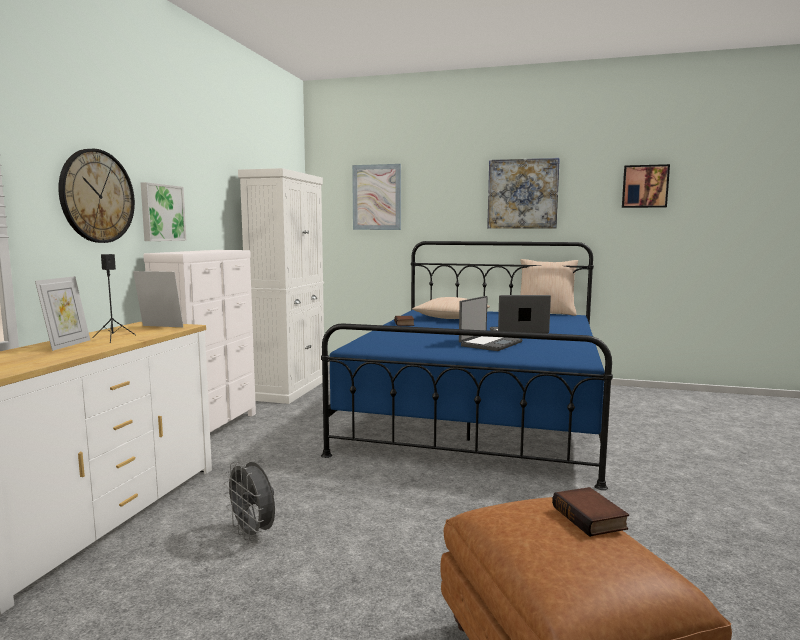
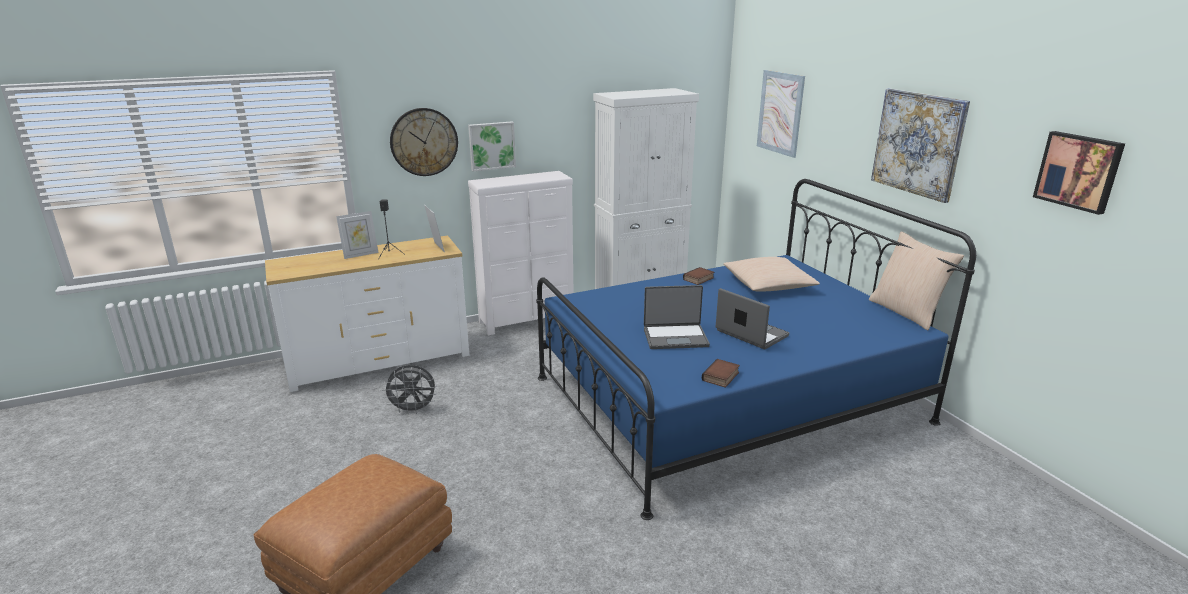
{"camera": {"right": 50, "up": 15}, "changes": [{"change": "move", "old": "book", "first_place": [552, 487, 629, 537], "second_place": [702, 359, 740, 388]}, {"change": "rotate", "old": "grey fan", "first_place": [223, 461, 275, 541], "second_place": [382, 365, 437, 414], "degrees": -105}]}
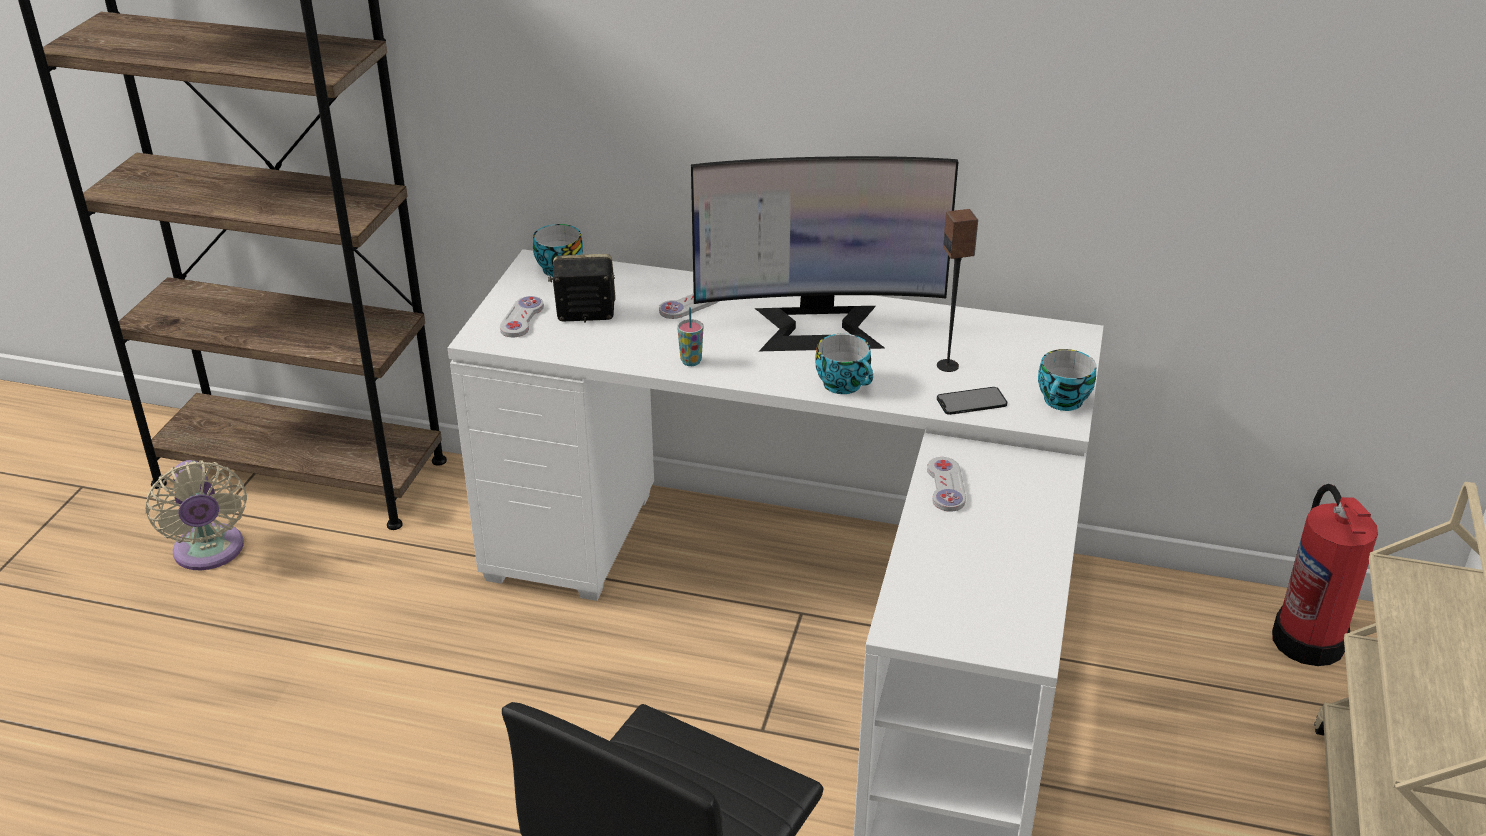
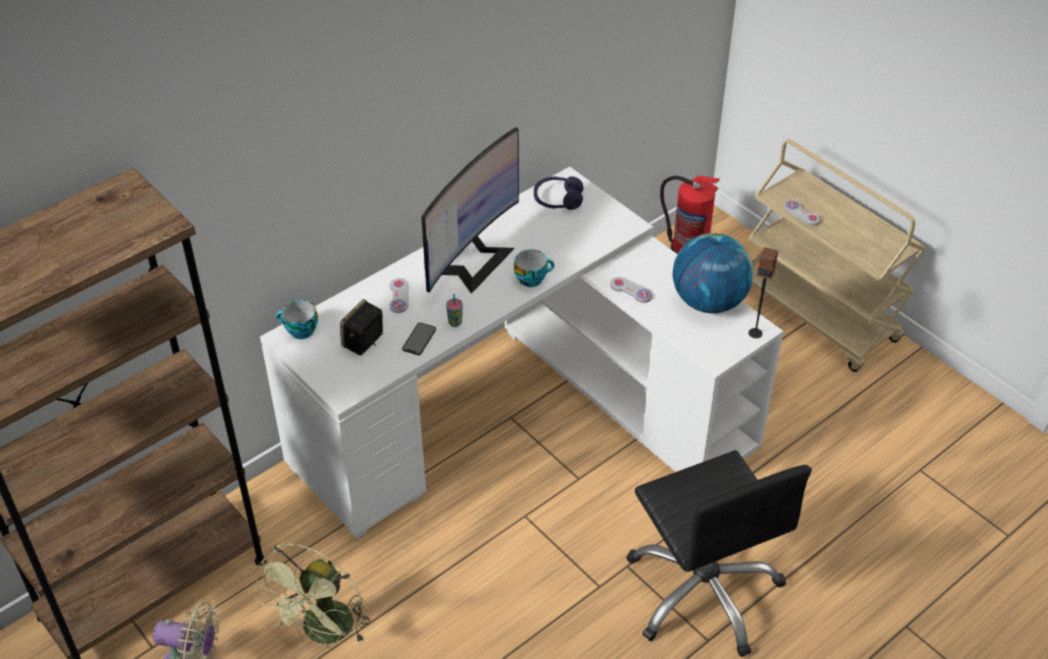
{"camera": {"right": -55, "up": 10}, "changes": [{"change": "delete", "old": "cup", "first_place": [1038, 349, 1096, 411]}, {"change": "insert", "new": "green fan", "second_place": [253, 544, 371, 648]}, {"change": "insert", "new": "purple headphones", "second_place": [534, 176, 584, 210]}, {"change": "insert", "new": "globe", "second_place": [673, 233, 754, 313]}, {"change": "move", "old": "white game controller", "first_place": [500, 296, 544, 337], "second_place": [784, 200, 821, 226]}, {"change": "move", "old": "speaker", "first_place": [937, 209, 978, 372], "second_place": [748, 247, 778, 338]}, {"change": "move", "old": "phone", "first_place": [937, 387, 1007, 415], "second_place": [402, 323, 436, 355]}]}
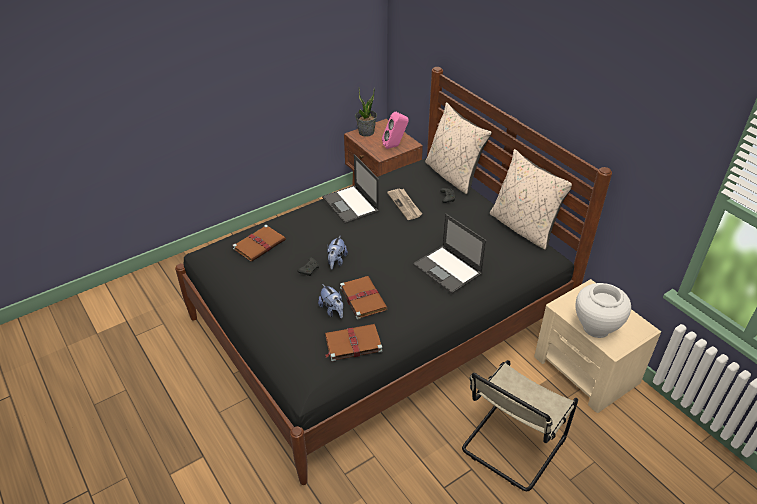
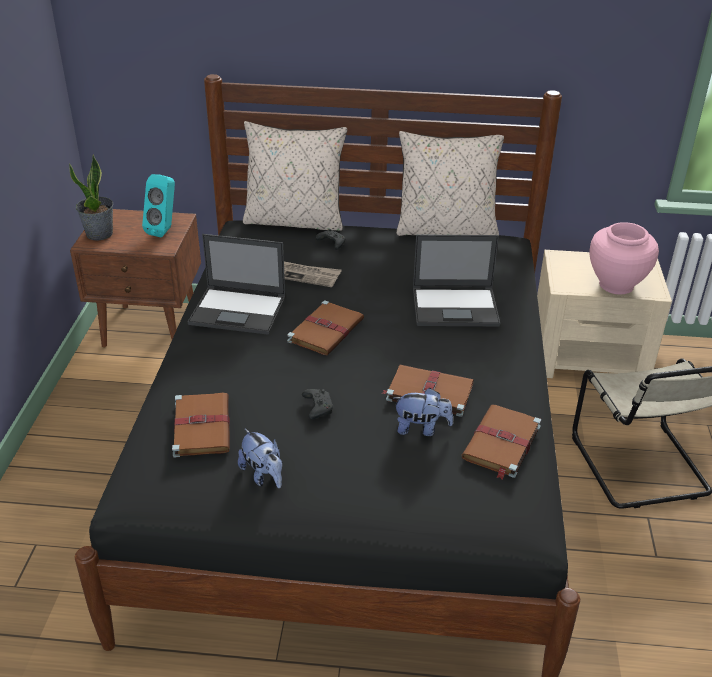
{"camera": {"right": -50, "up": -5}, "changes": [{"change": "insert", "new": "brown book", "second_place": [287, 301, 364, 355]}, {"change": "move", "old": "plush toy", "first_place": [327, 236, 348, 269], "second_place": [238, 428, 282, 488]}, {"change": "recolor", "old": "pink speaker", "new": "turquoise speaker", "first_place": [382, 112, 409, 149], "second_place": [142, 174, 175, 237]}, {"change": "recolor", "old": "white vase", "new": "pink vase", "first_place": [575, 283, 631, 338], "second_place": [589, 222, 659, 294]}]}
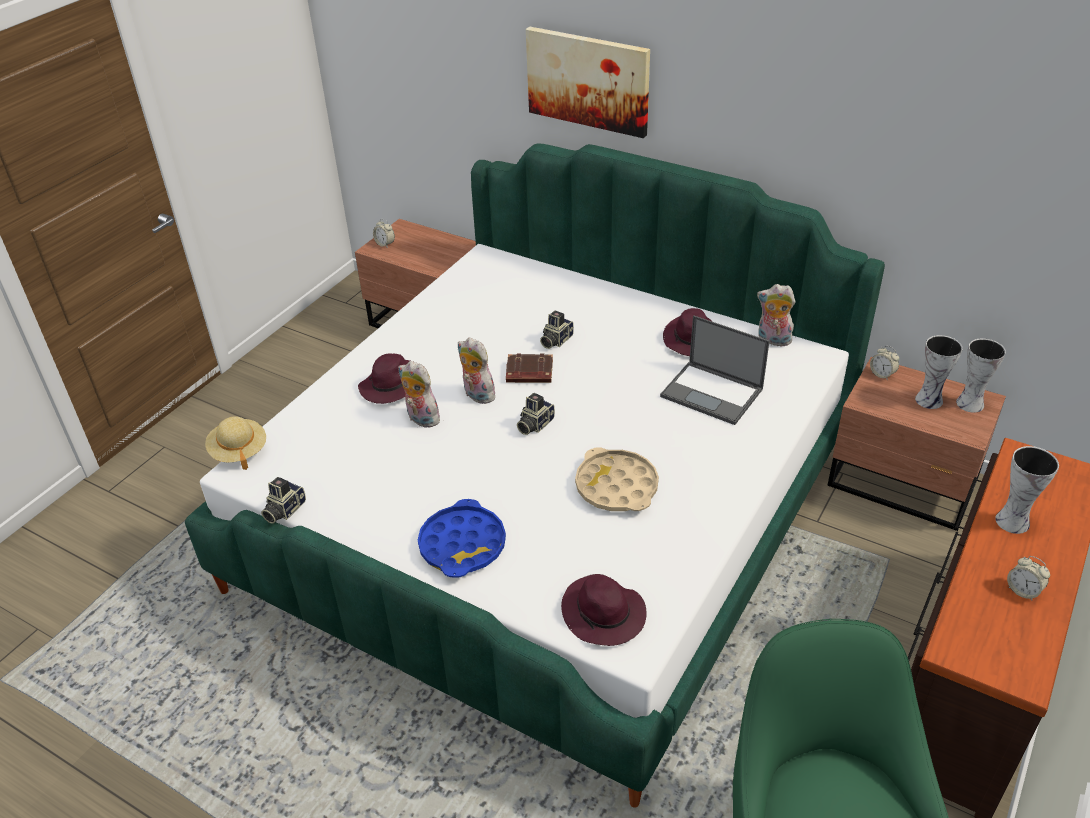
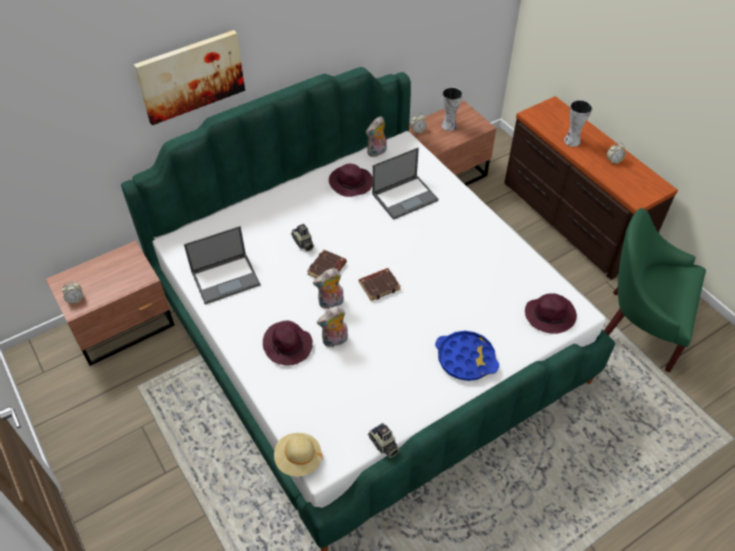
{"camera": {"right": -65, "up": 10}, "changes": [{"change": "delete", "old": "beige tray", "first_place": [575, 447, 659, 511]}, {"change": "delete", "old": "vase", "first_place": [956, 338, 1006, 413]}, {"change": "insert", "new": "laptop", "second_place": [184, 226, 260, 304]}, {"change": "replace", "old": "photo camera", "new": "brown book", "first_place": [517, 393, 555, 435], "second_place": [359, 268, 400, 301]}]}
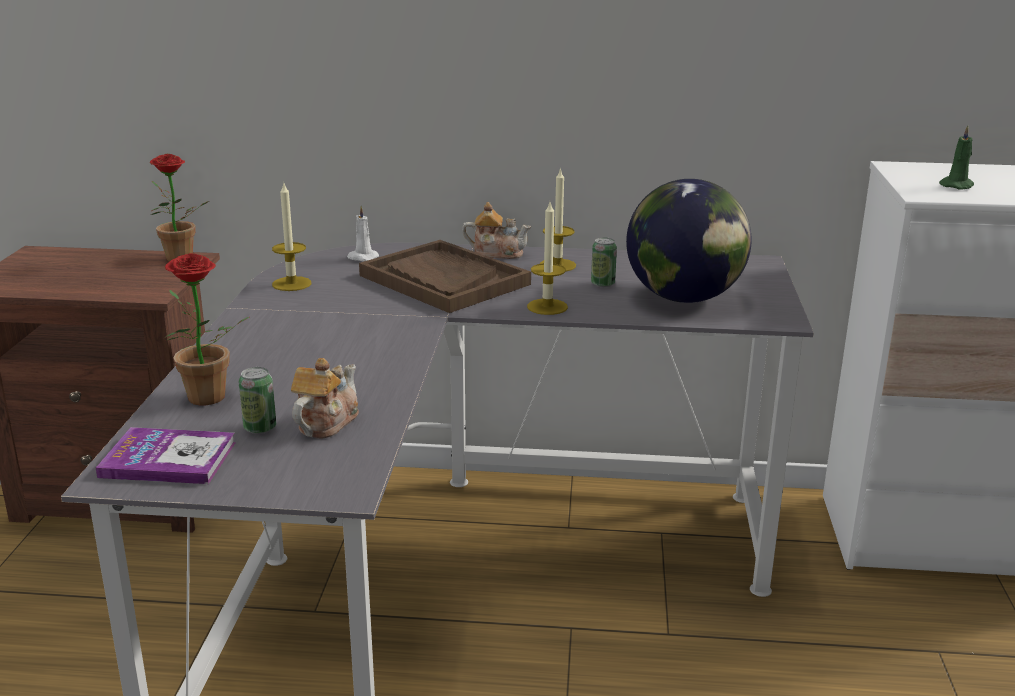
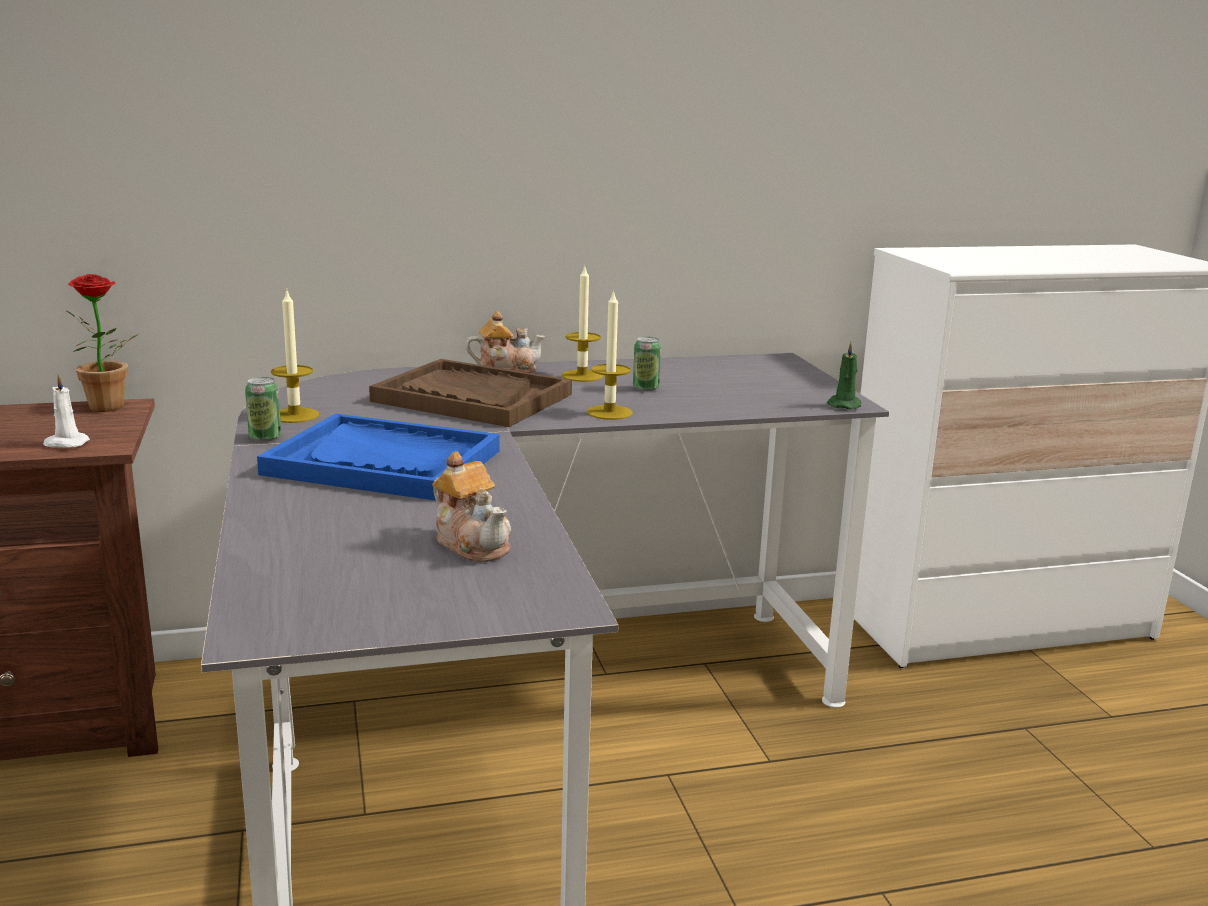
{"camera": {"right": -20, "up": -5}, "changes": [{"change": "delete", "old": "book", "first_place": [96, 427, 236, 484]}, {"change": "delete", "old": "potted plant", "first_place": [164, 253, 249, 406]}, {"change": "delete", "old": "globe", "first_place": [626, 179, 752, 303]}, {"change": "insert", "new": "blue tray", "second_place": [257, 414, 500, 501]}, {"change": "move", "old": "can", "first_place": [239, 367, 276, 434], "second_place": [245, 377, 281, 442]}, {"change": "move", "old": "white candle", "first_place": [347, 206, 379, 261], "second_place": [43, 374, 90, 448]}, {"change": "move", "old": "green candle", "first_place": [939, 125, 974, 190], "second_place": [827, 342, 861, 409]}, {"change": "rotate", "old": "teapot", "first_place": [291, 358, 359, 438], "second_place": [432, 451, 511, 562], "degrees": 135}]}
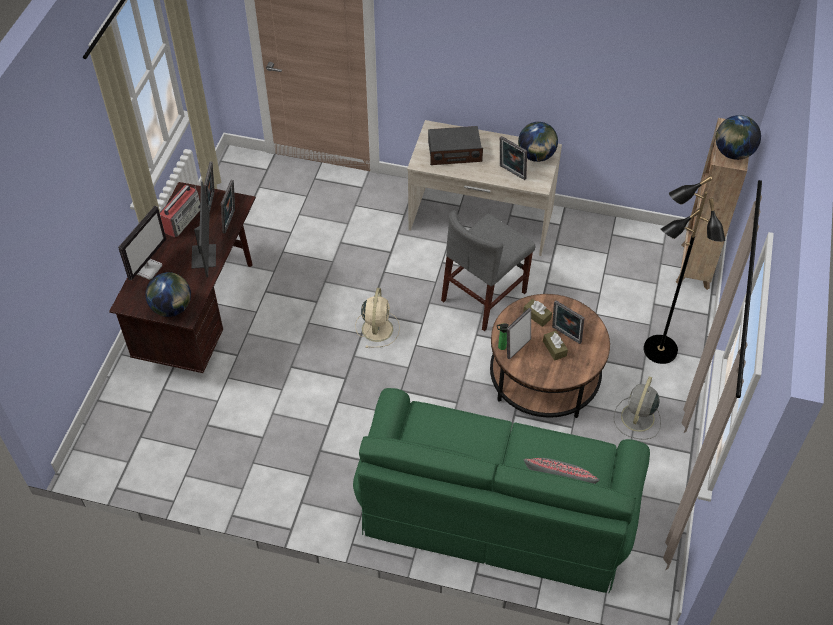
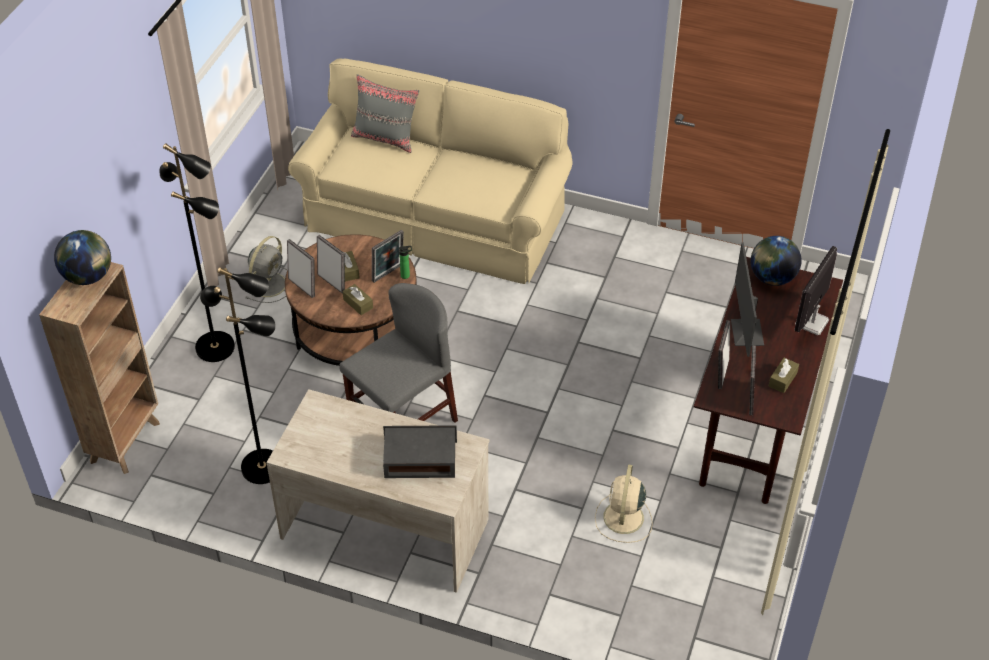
{"camera": {"right": -175, "up": -5}, "changes": [{"change": "delete", "old": "globe", "first_place": [518, 122, 558, 162]}, {"change": "insert", "new": "black floor lamp", "second_place": [200, 267, 276, 484]}, {"change": "move", "old": "beige fan", "first_place": [355, 288, 400, 348], "second_place": [595, 465, 653, 543]}, {"change": "move", "old": "picture frame", "first_place": [500, 136, 527, 180], "second_place": [287, 239, 315, 298]}, {"change": "replace", "old": "radio", "new": "brown tissue box", "first_place": [160, 185, 200, 237], "second_place": [769, 358, 799, 393]}, {"change": "recolor", "old": "green sofa", "new": "beige sofa", "first_place": [353, 388, 650, 593], "second_place": [288, 58, 572, 284]}]}
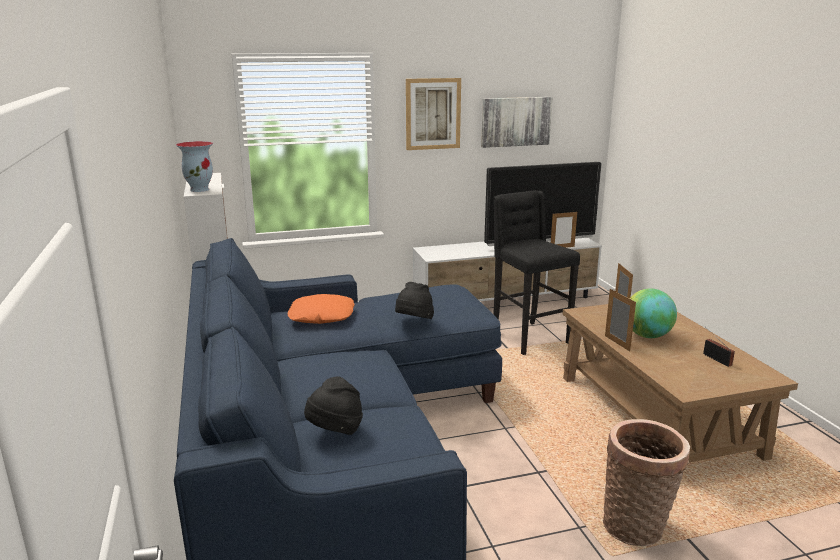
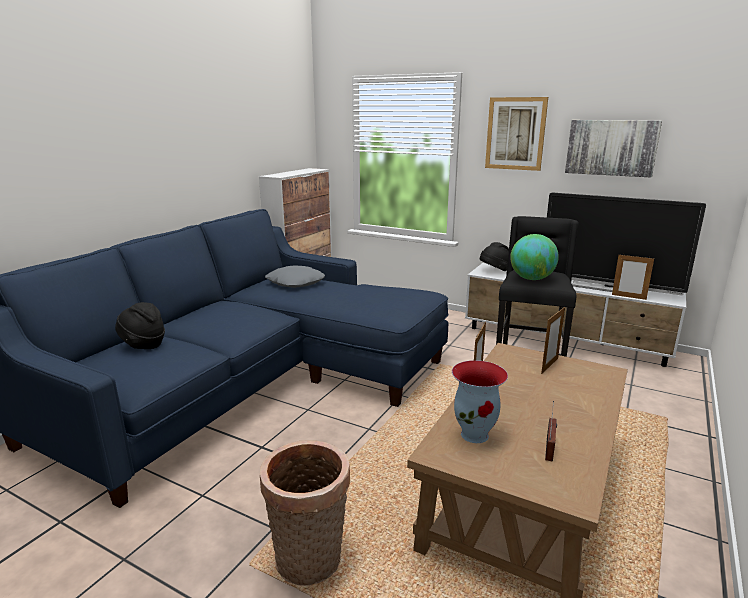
{"camera": {"right": 45, "up": 0}, "changes": [{"change": "move", "old": "vase", "first_place": [176, 141, 213, 192], "second_place": [452, 360, 508, 443]}, {"change": "move", "old": "black hat", "first_place": [395, 282, 434, 319], "second_place": [480, 242, 509, 271]}, {"change": "move", "old": "globe", "first_place": [629, 289, 677, 338], "second_place": [510, 234, 559, 280]}, {"change": "recolor", "old": "orange pillow", "new": "grey pillow", "first_place": [288, 294, 355, 324], "second_place": [265, 265, 325, 288]}]}
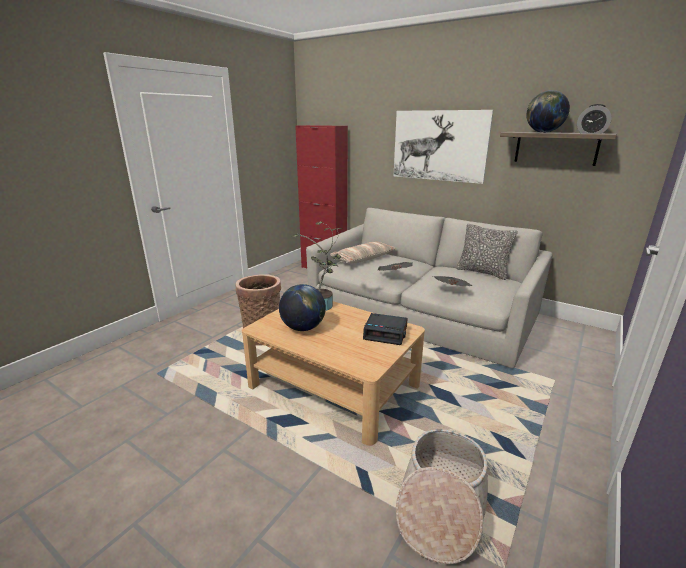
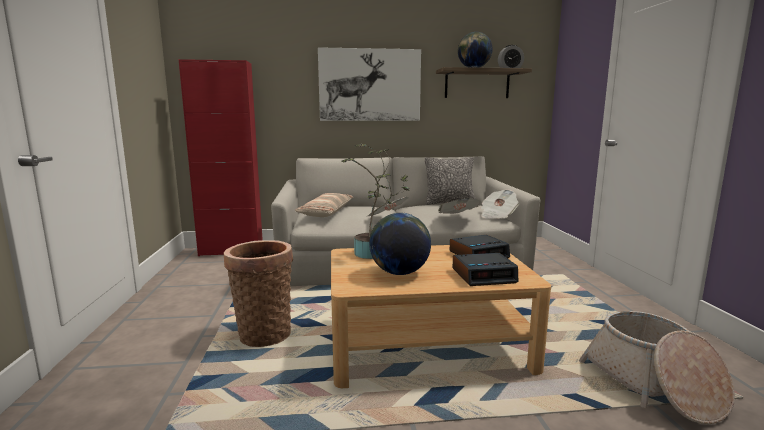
{"camera": {"right": -40, "up": -10}, "changes": [{"change": "insert", "new": "alarm clock", "second_place": [453, 253, 519, 286]}, {"change": "insert", "new": "newspaper", "second_place": [481, 189, 519, 219]}]}
